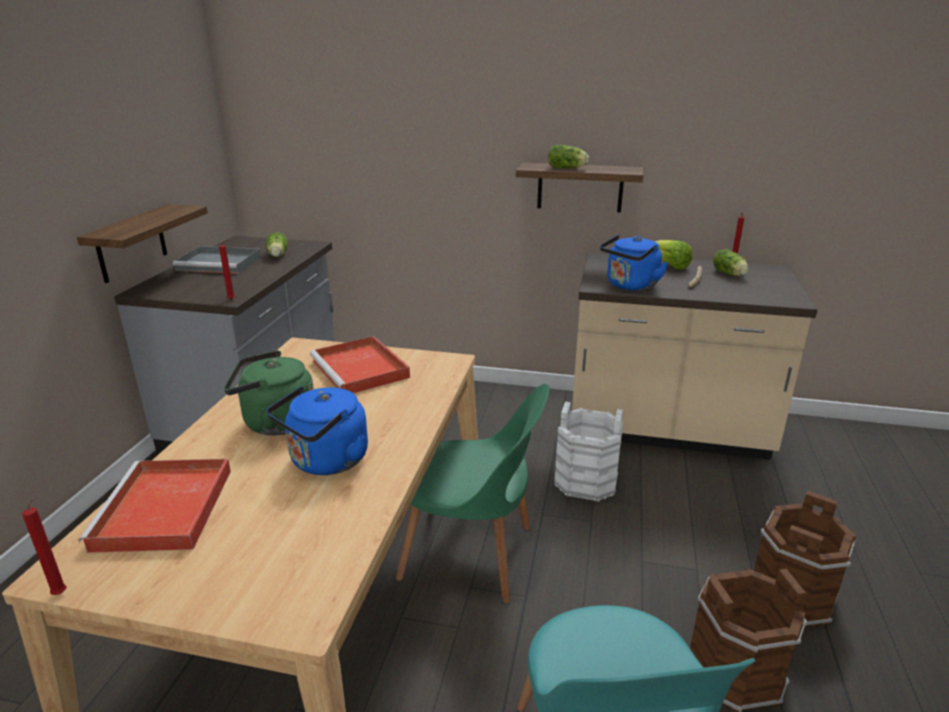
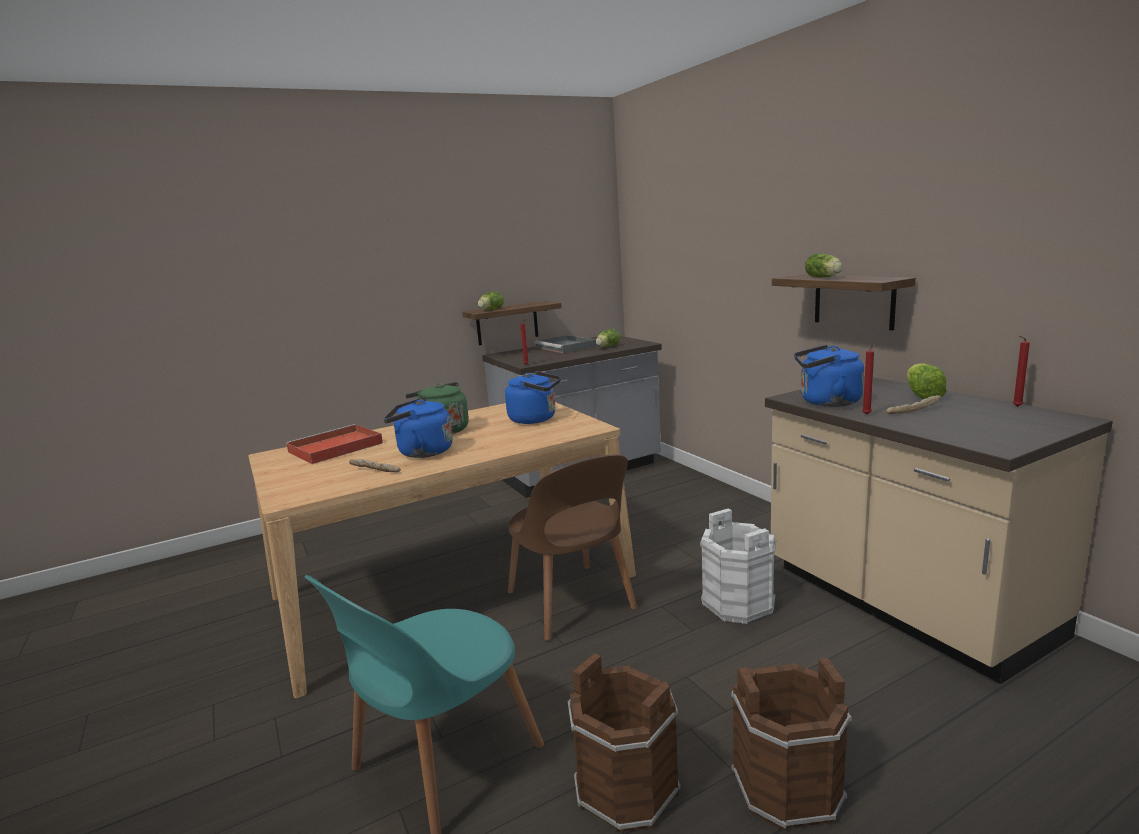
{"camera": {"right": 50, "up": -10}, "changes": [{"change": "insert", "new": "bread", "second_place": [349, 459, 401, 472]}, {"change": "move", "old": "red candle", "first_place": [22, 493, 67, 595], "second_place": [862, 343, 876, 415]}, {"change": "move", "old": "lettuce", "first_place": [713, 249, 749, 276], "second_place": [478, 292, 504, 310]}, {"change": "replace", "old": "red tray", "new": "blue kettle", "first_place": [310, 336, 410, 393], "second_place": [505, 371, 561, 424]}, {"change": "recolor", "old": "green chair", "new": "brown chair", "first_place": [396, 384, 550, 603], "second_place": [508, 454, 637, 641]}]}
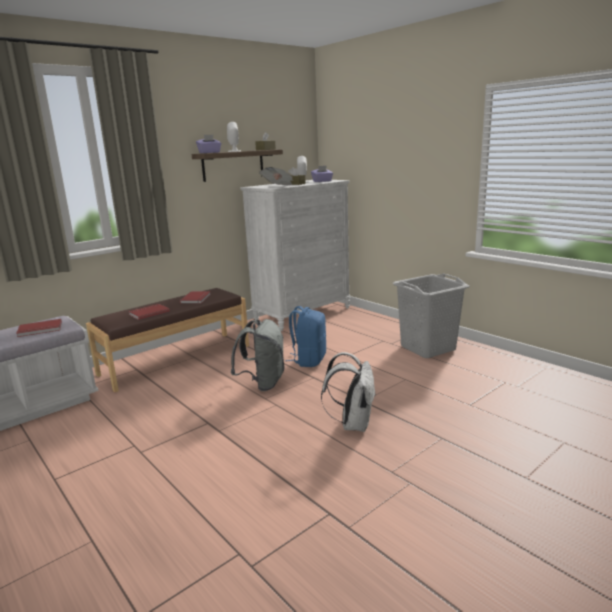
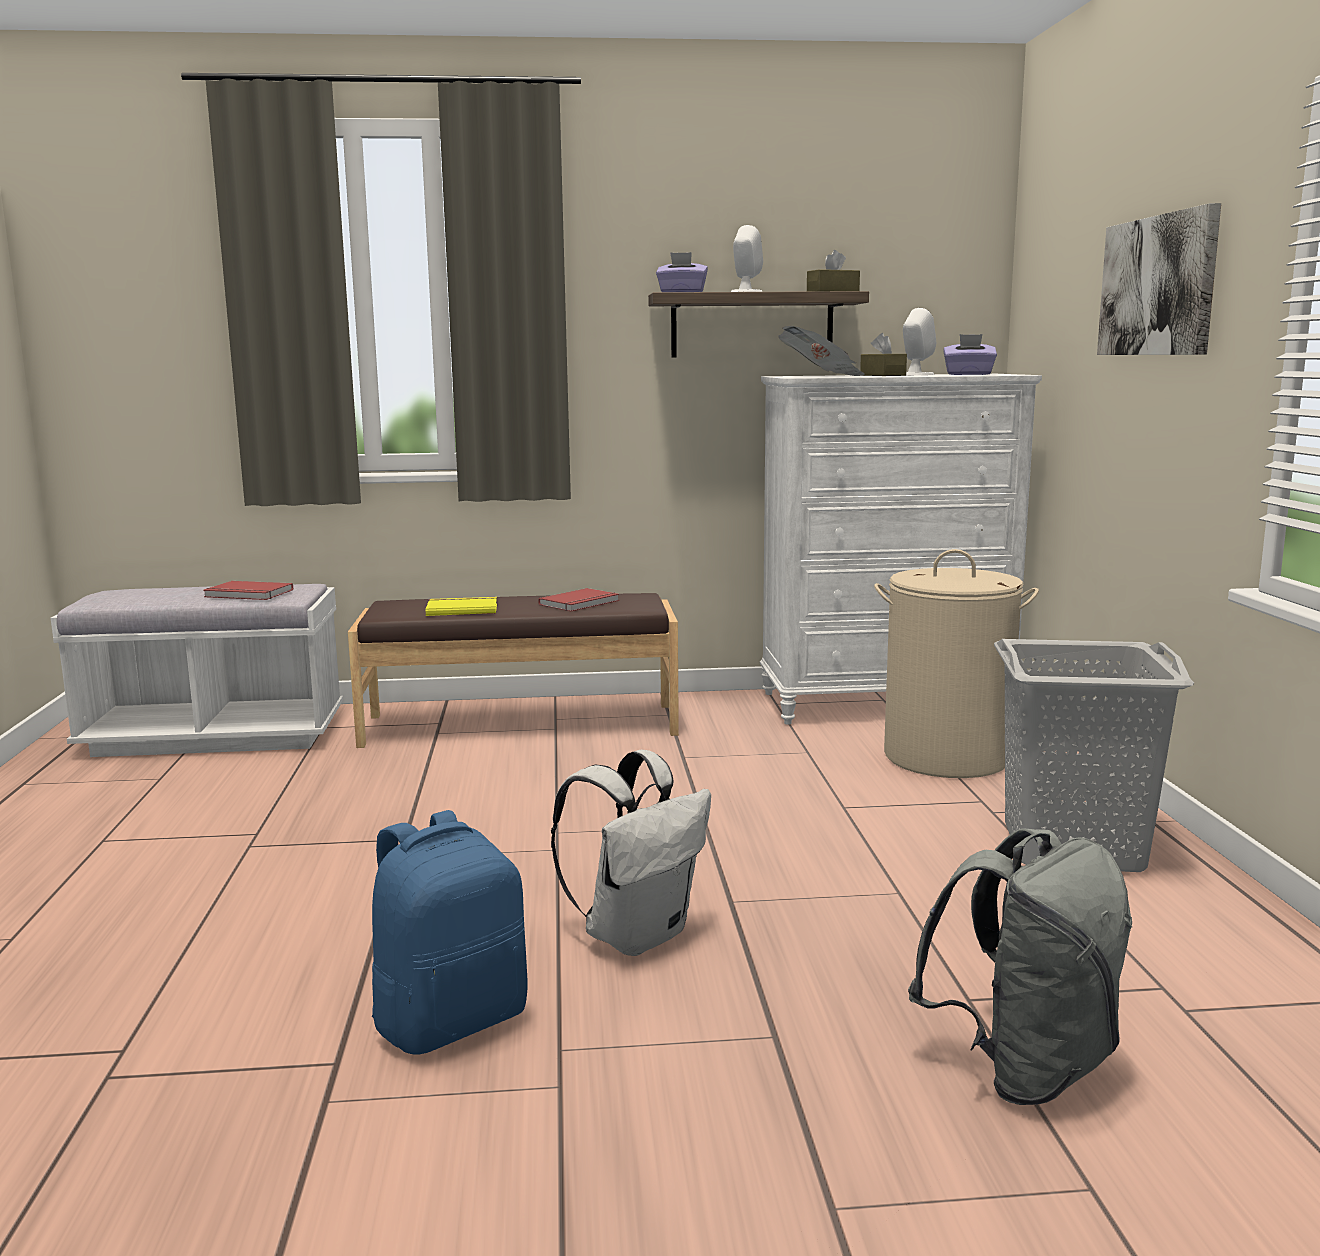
{"camera": {"right": 35, "up": -5}, "changes": [{"change": "insert", "new": "beige laundry basket", "second_place": [874, 549, 1039, 778]}, {"change": "insert", "new": "picture", "second_place": [1097, 203, 1221, 355]}, {"change": "move", "old": "grey backpack", "first_place": [231, 319, 284, 391], "second_place": [908, 828, 1132, 1105]}, {"change": "move", "old": "blue backpack", "first_place": [285, 306, 326, 367], "second_place": [372, 810, 527, 1055]}, {"change": "recolor", "old": "red book", "new": "yellow book", "first_place": [128, 304, 170, 320], "second_place": [426, 597, 497, 616]}]}
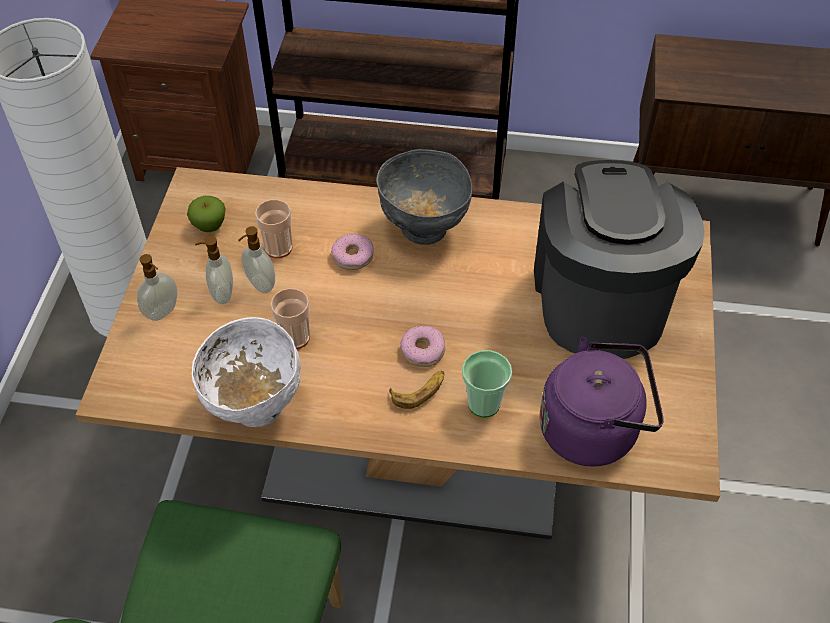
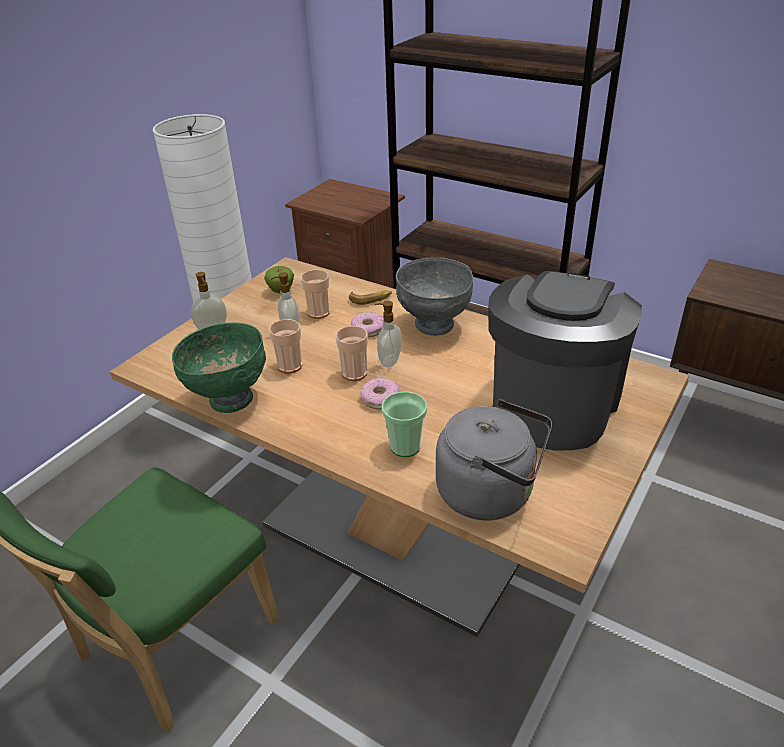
{"camera": {"right": 25, "up": -15}, "changes": [{"change": "insert", "new": "cup", "second_place": [335, 326, 368, 381]}, {"change": "move", "old": "soap dispenser", "first_place": [195, 236, 233, 304], "second_place": [375, 301, 402, 367]}, {"change": "move", "old": "banana", "first_place": [389, 371, 444, 409], "second_place": [349, 290, 392, 305]}, {"change": "recolor", "old": "white bowl", "new": "green bowl", "first_place": [192, 317, 301, 427], "second_place": [172, 322, 266, 413]}, {"change": "recolor", "old": "purple kettle", "new": "grey kettle", "first_place": [540, 337, 664, 467], "second_place": [436, 399, 552, 520]}]}
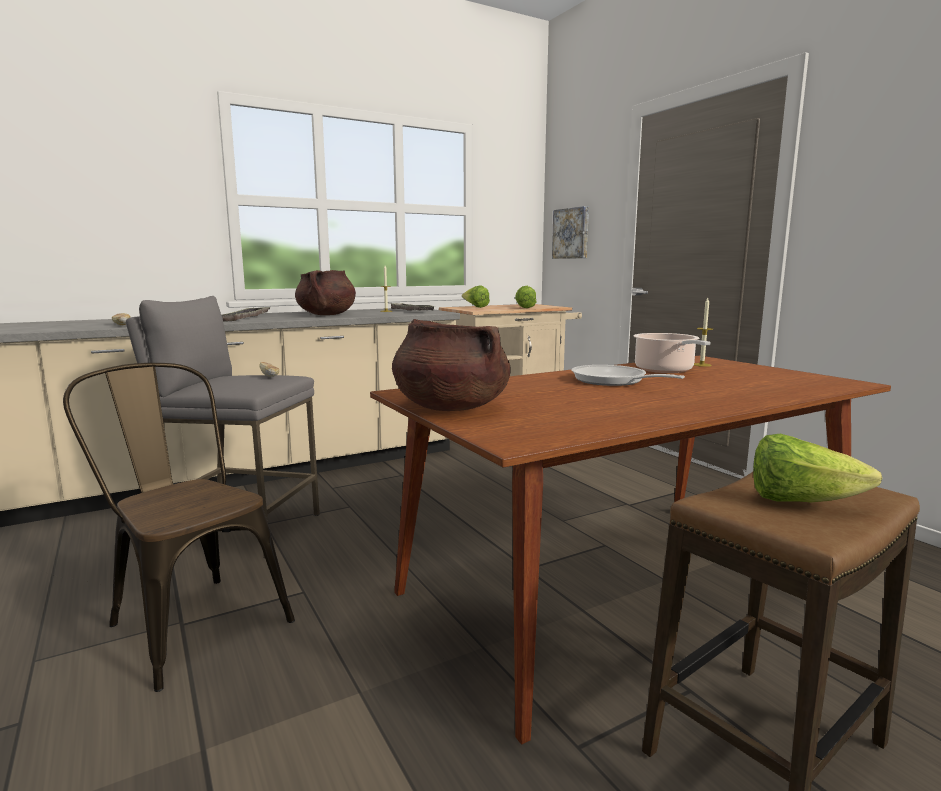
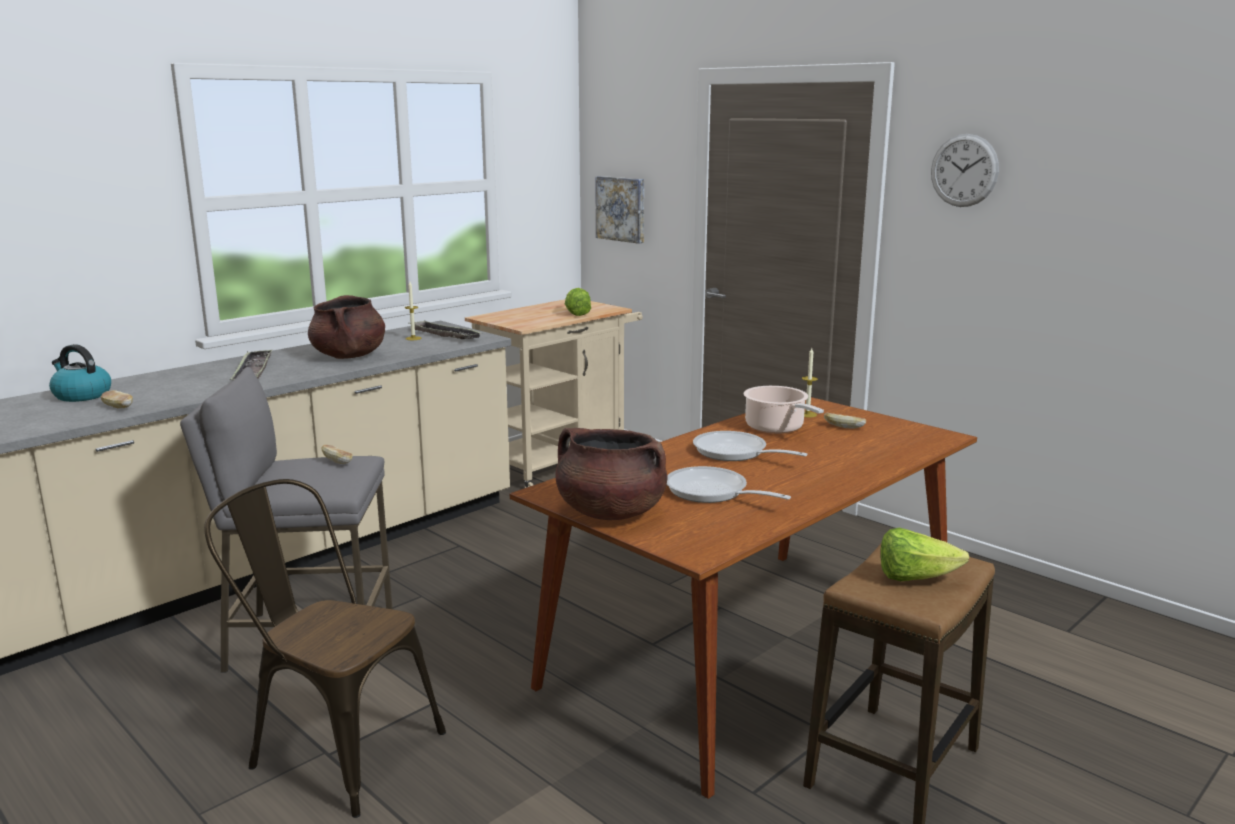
{"camera": {"right": -15, "up": 5}, "changes": [{"change": "delete", "old": "lettuce", "first_place": [462, 285, 490, 308]}, {"change": "insert", "new": "kettle", "second_place": [49, 344, 111, 402]}, {"change": "insert", "new": "frying pan", "second_place": [667, 466, 791, 503]}, {"change": "insert", "new": "bread", "second_place": [824, 412, 866, 429]}, {"change": "insert", "new": "wall clock", "second_place": [931, 134, 999, 207]}]}
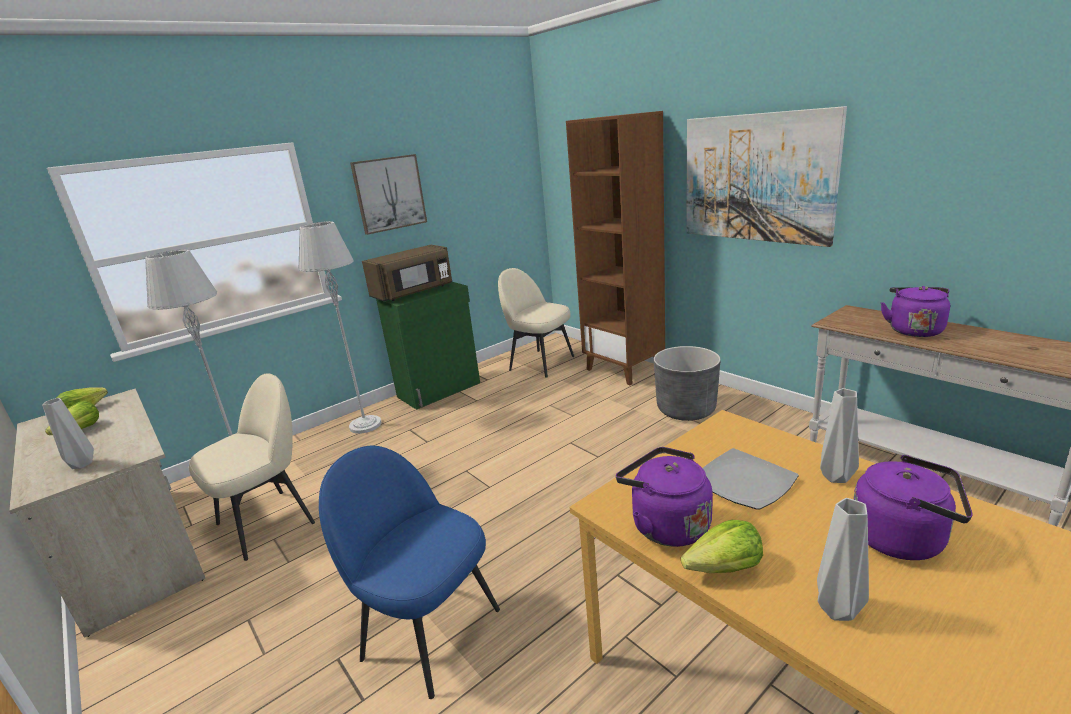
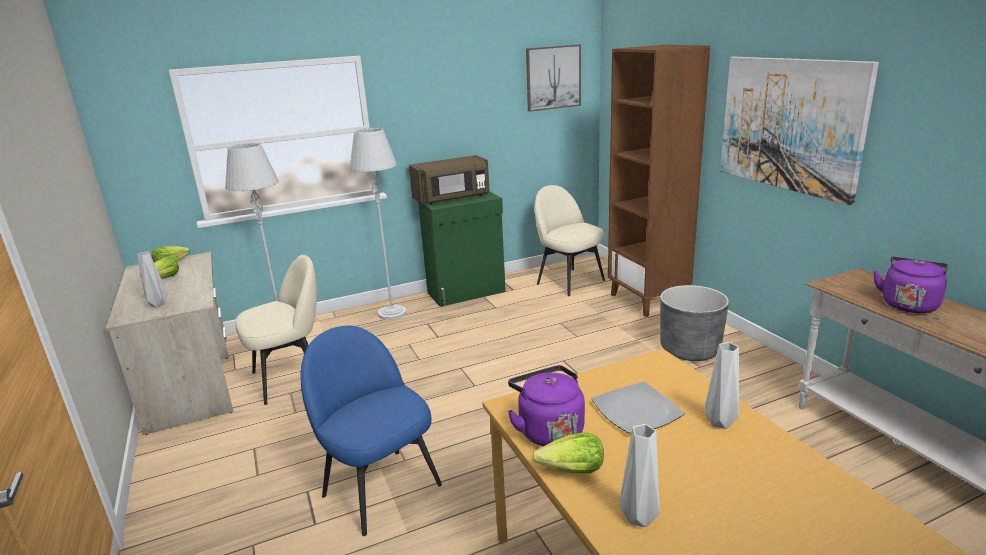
{"camera": {"right": 15, "up": 0}, "changes": [{"change": "delete", "old": "purple kettle", "first_place": [853, 455, 973, 560]}, {"change": "move", "old": "picture", "first_place": [350, 154, 427, 235], "second_place": [526, 44, 581, 112]}]}
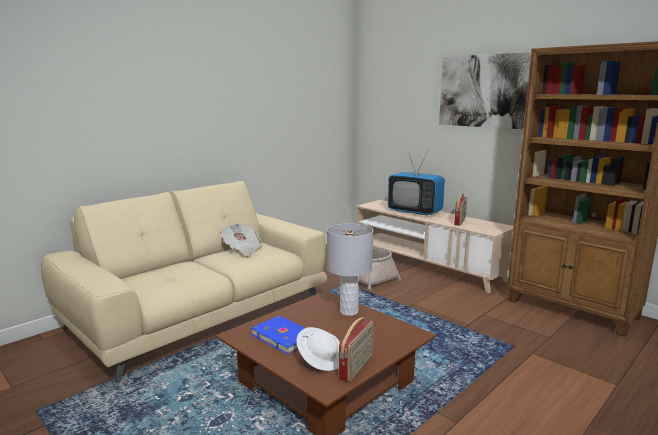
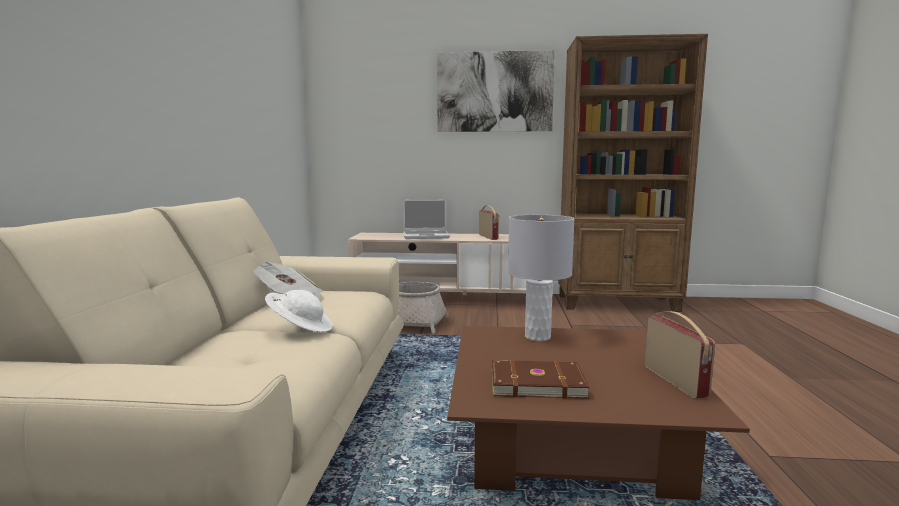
{"camera": {"right": -40, "up": -5}, "changes": [{"change": "move", "old": "white hat", "first_place": [296, 327, 340, 371], "second_place": [265, 290, 332, 332]}, {"change": "replace", "old": "television", "new": "laptop", "first_place": [388, 149, 445, 216], "second_place": [403, 199, 450, 239]}, {"change": "recolor", "old": "blue book", "new": "brown book", "first_place": [251, 316, 305, 355], "second_place": [492, 360, 590, 399]}]}
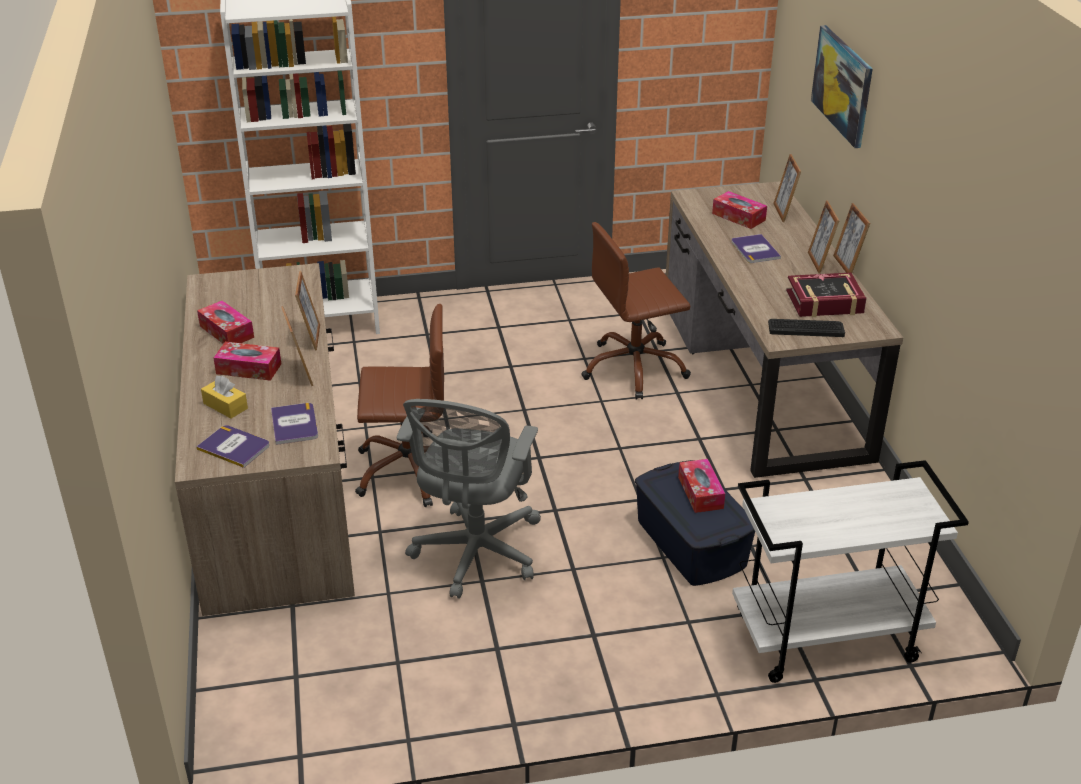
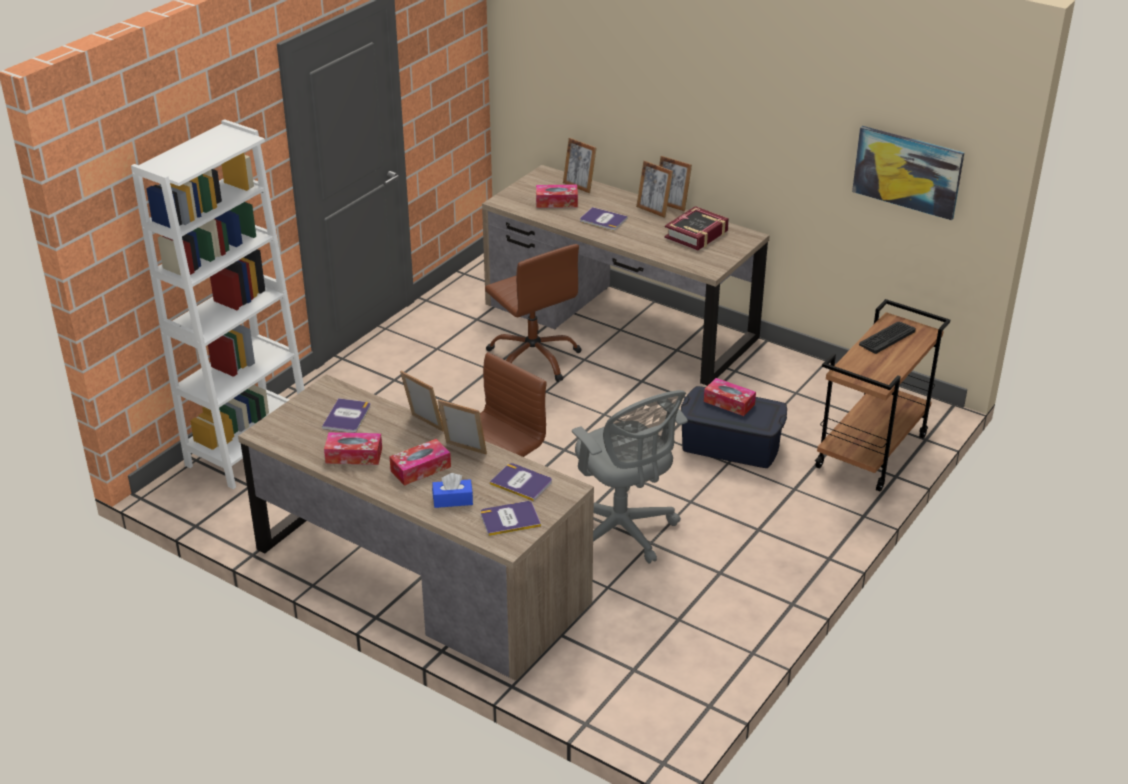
{"camera": {"right": -45, "up": 0}, "changes": [{"change": "insert", "new": "book", "second_place": [322, 398, 370, 433]}, {"change": "move", "old": "keyboard", "first_place": [768, 319, 845, 337], "second_place": [859, 322, 916, 354]}, {"change": "move", "old": "picture", "first_place": [811, 25, 873, 148], "second_place": [852, 126, 964, 220]}, {"change": "recolor", "old": "yellow tissue box", "new": "blue tissue box", "first_place": [201, 375, 248, 418], "second_place": [432, 473, 473, 508]}, {"change": "recolor", "old": "white cart", "new": "brown cart", "first_place": [732, 460, 969, 683], "second_place": [815, 299, 950, 492]}, {"change": "rotate", "old": "brown office chair", "first_place": [581, 222, 691, 399], "second_place": [485, 244, 582, 382], "degrees": -60}]}
